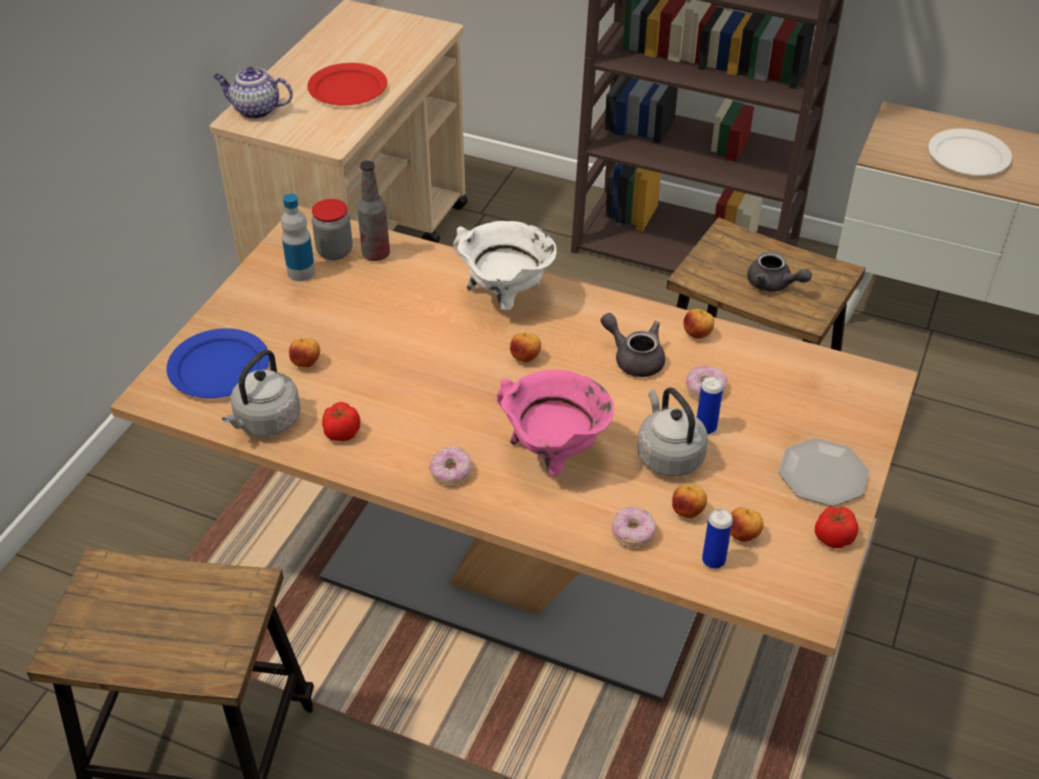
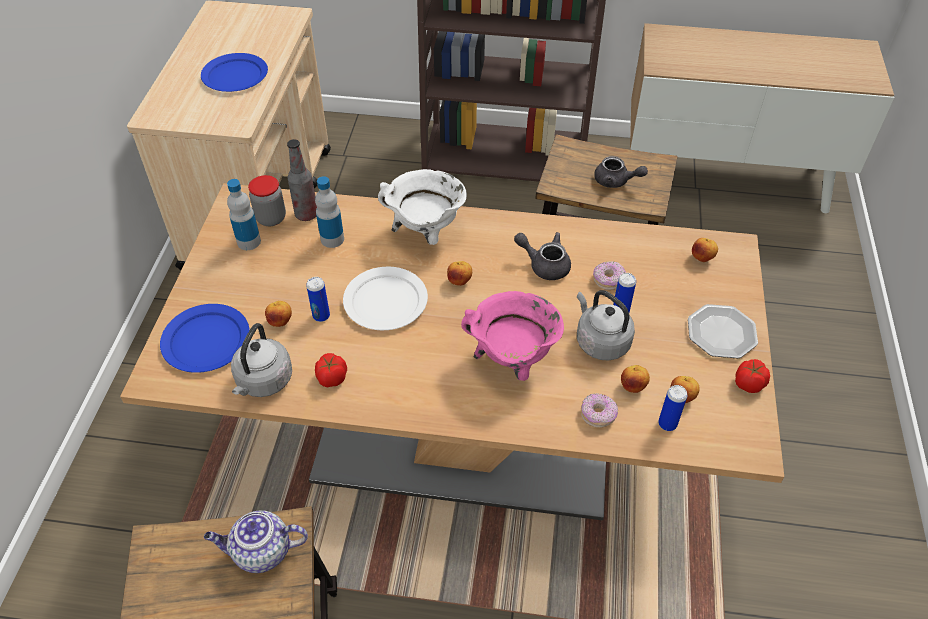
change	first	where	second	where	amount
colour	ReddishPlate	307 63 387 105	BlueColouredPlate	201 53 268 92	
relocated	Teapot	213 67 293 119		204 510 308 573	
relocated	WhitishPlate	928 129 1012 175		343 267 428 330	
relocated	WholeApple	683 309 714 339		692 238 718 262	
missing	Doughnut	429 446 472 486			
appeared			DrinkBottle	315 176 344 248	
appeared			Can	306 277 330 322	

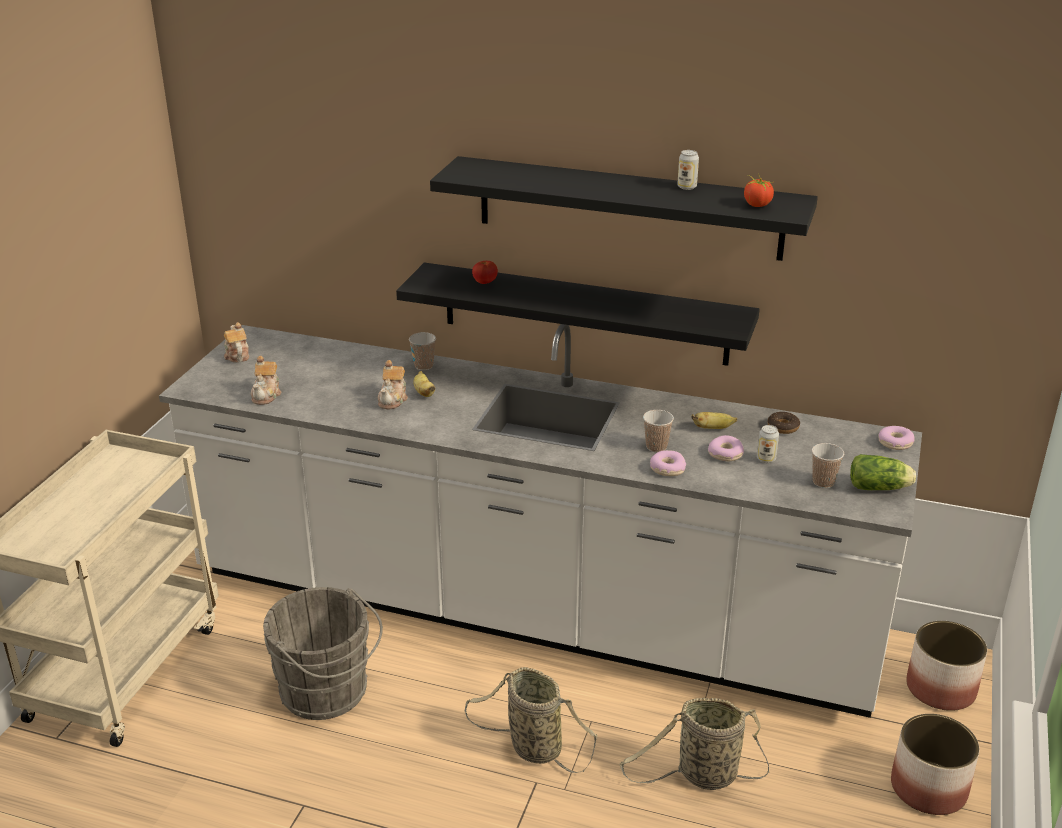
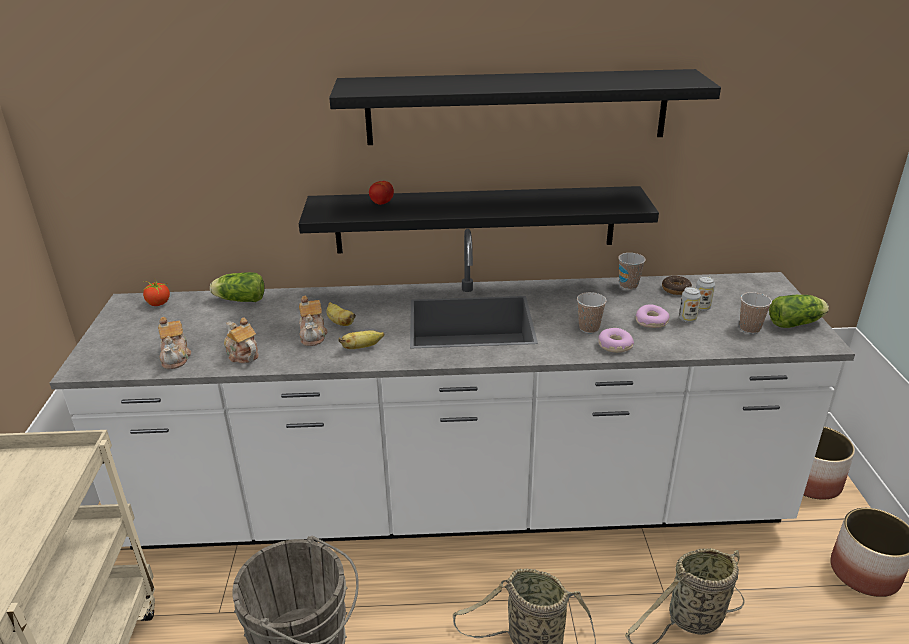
change	first	where	second	where	amount
relocated	Can	677 150 699 190		696 276 715 311	
relocated	WholeTomato	744 173 774 207		143 279 170 306	
relocated	Teapot	224 322 249 362		224 317 259 363	
relocated	DrinkingCup	409 332 436 370		618 253 646 290	
relocated	Banana	691 412 737 429		339 330 384 349	
missing	Doughnut	878 426 915 450			
appeared			HeadOfLettuce	210 272 265 302	

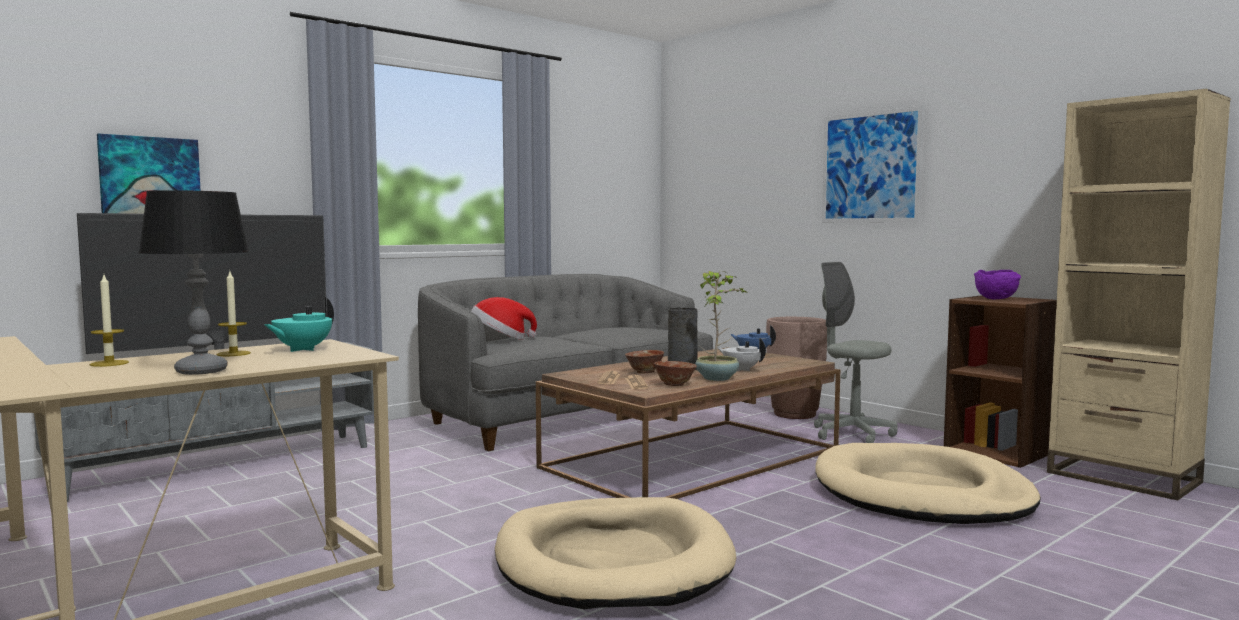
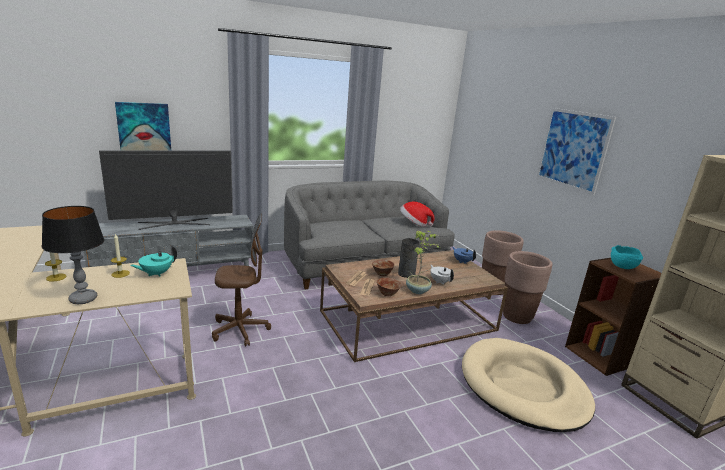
change	first	where	second	where	amount
exchanged	GreyComputerChair	814 262 898 443	BrownColouredPlanter	503 251 552 324	
colour	PurpleServingBowl	974 270 1021 299	TurquoiseServingBowl	611 245 643 269	
relocated	Hat	471 297 537 340		400 201 434 227	
missing	BeigePetBed	495 497 736 609			
appeared			BrownColouredComputerChair	212 214 271 346	

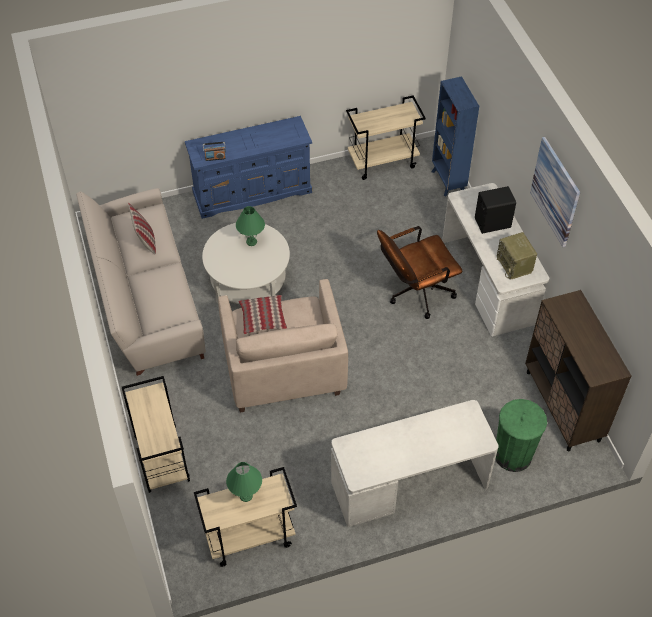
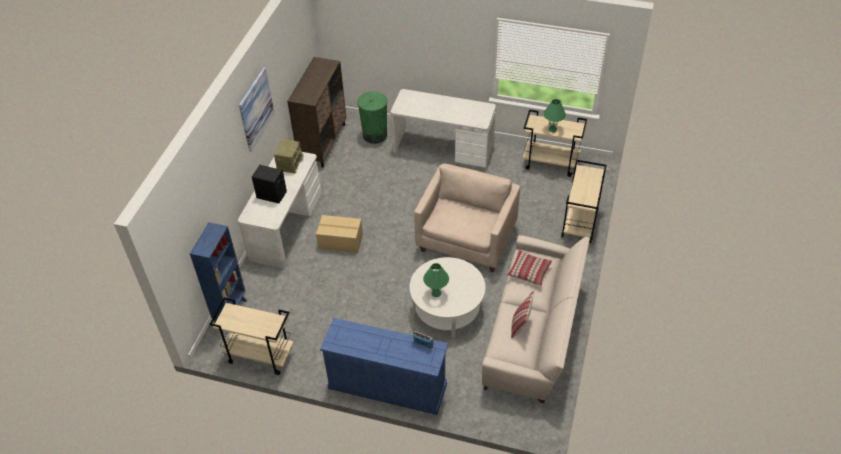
change	first	where	second	where	amount
exchanged	BrownColouredComputerChair	377 226 463 319	Carton	316 215 363 253	
relocated	ThrowPillow	238 295 287 334		507 250 552 286	

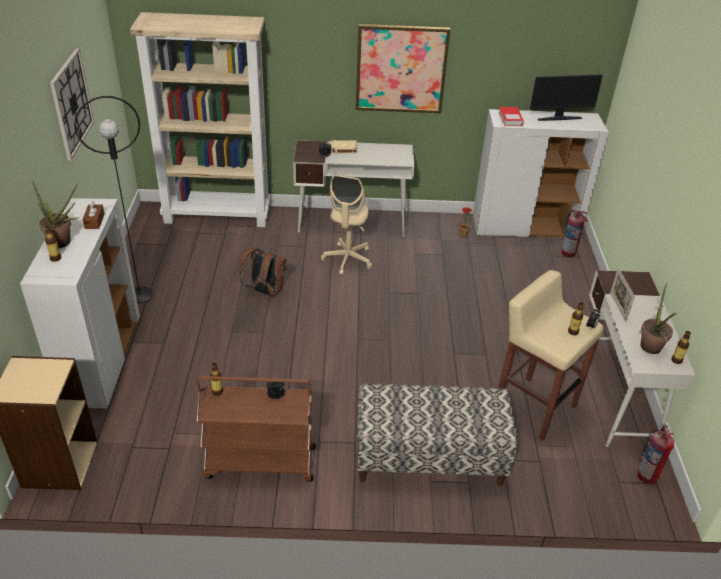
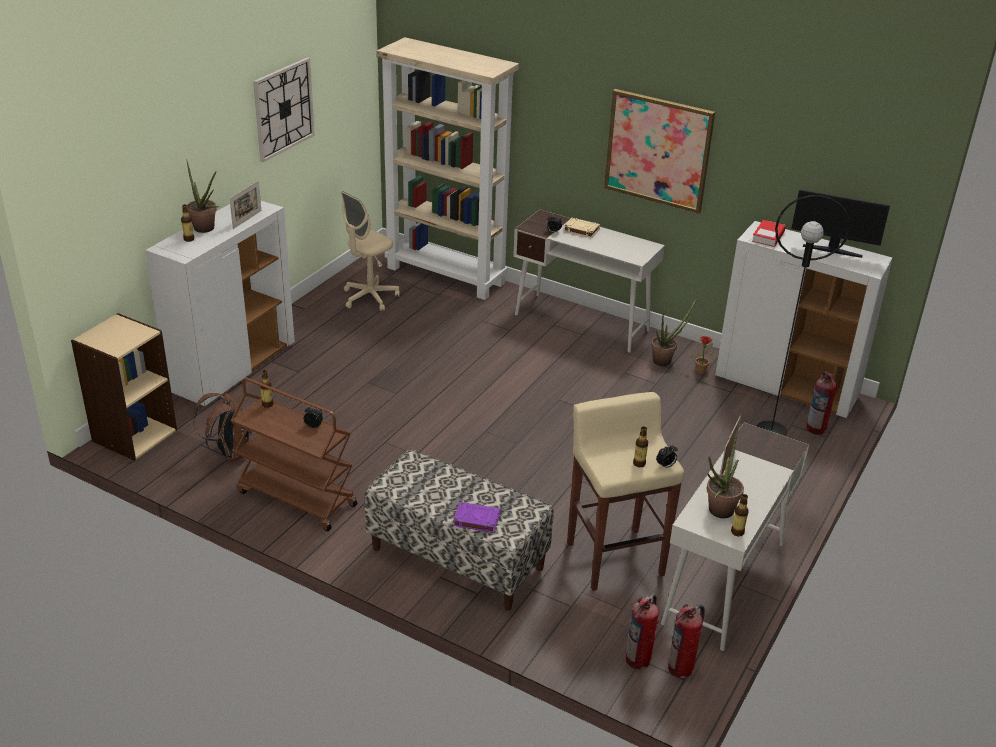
change	first	where	second	where	amount
relocated	BlackishFloorLamp	74 96 153 304		756 195 850 436	
relocated	BeigeComputerChair	321 174 372 275		341 191 400 311	
exchanged	BrownColouredTissueHolder	83 201 104 229	PictureFrame	229 181 261 229	
relocated	BrownColouredBackpack	239 247 288 296		193 393 252 462	
appeared			PottedPlant	651 298 697 366	
appeared			PurpleVolume	453 502 501 533	
appeared			FireExtinguisher	626 594 659 669	

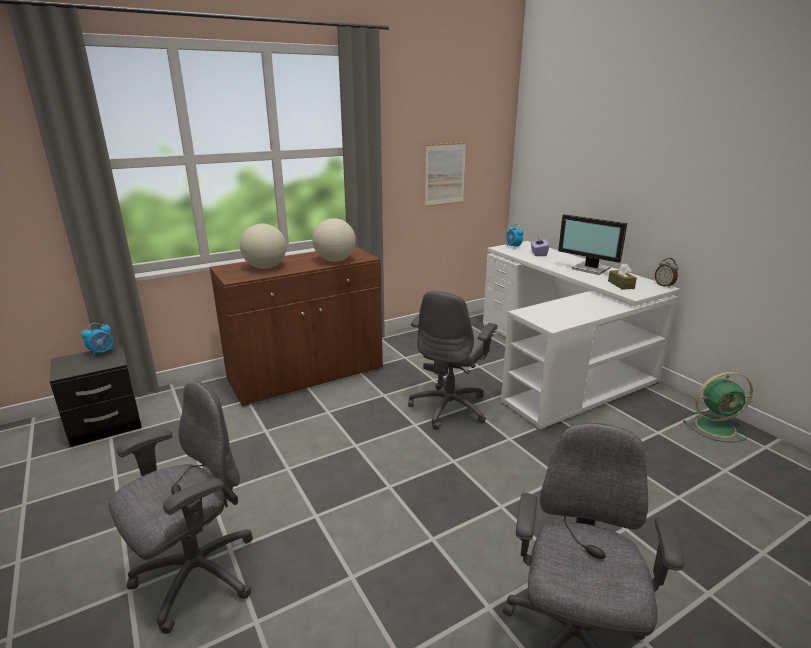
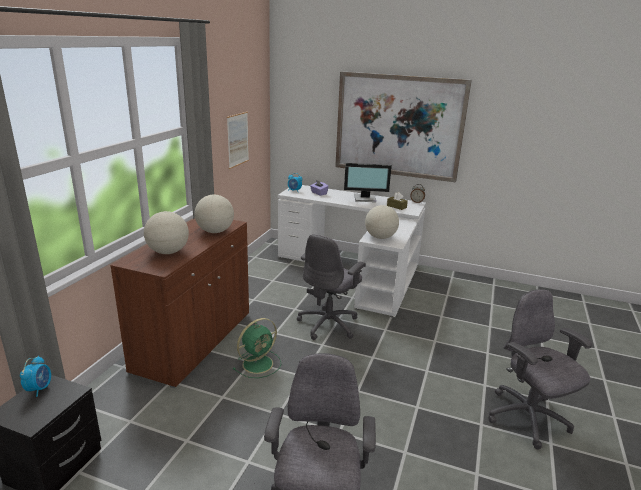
change	first	where	second	where	amount
spun	GreyComputerChair	408 291 497 430		297 234 366 340	45 degrees clockwise
relocated	GreenishFan	683 372 753 442		233 318 281 378	
appeared			WallPicture	335 72 472 182	
appeared			DeskGlobe	365 205 399 239	

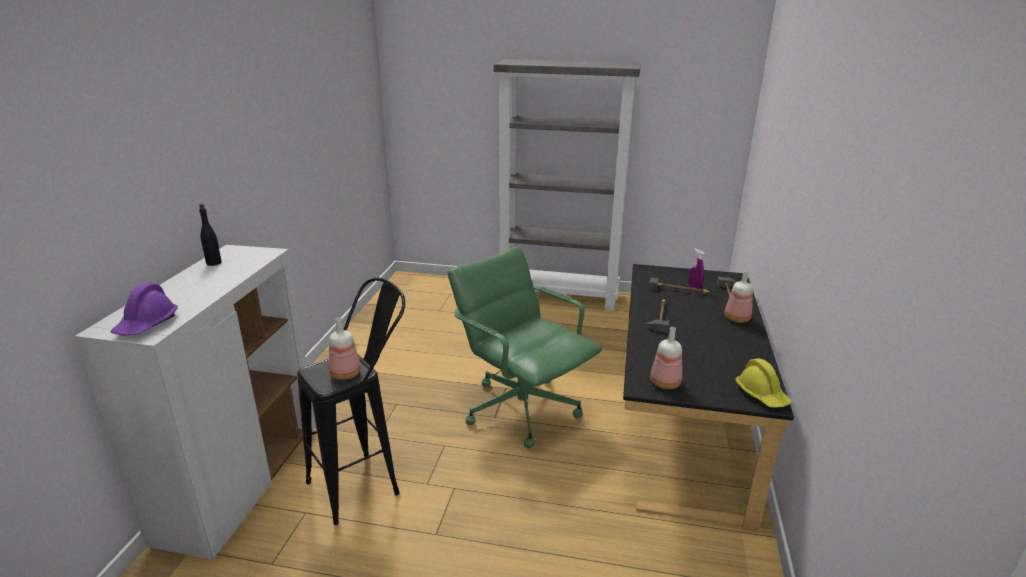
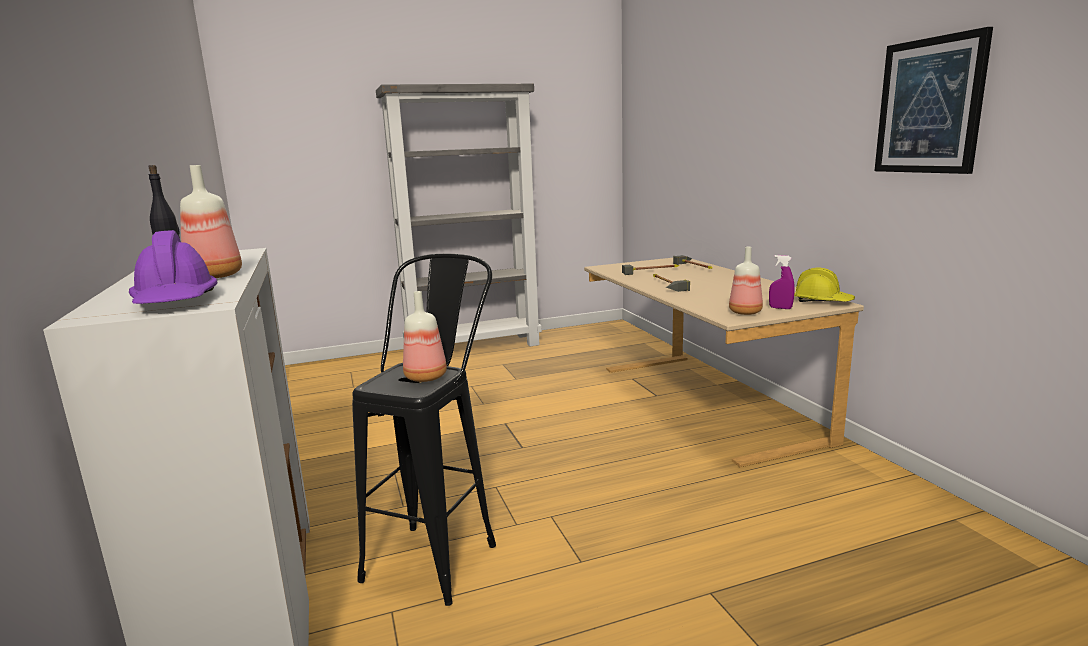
change	first	where	second	where	amount
missing	GreenishComputerChair	448 247 602 448			
relocated	PurpleHandSprayer	688 248 704 289		769 255 795 309	
colour	BlackishDeskTable	623 264 794 531	BeigeDeskTable	584 258 864 467	
relocated	DrinkBottle	725 270 753 323		180 165 242 278	
appeared			WallPicture	875 27 993 174	

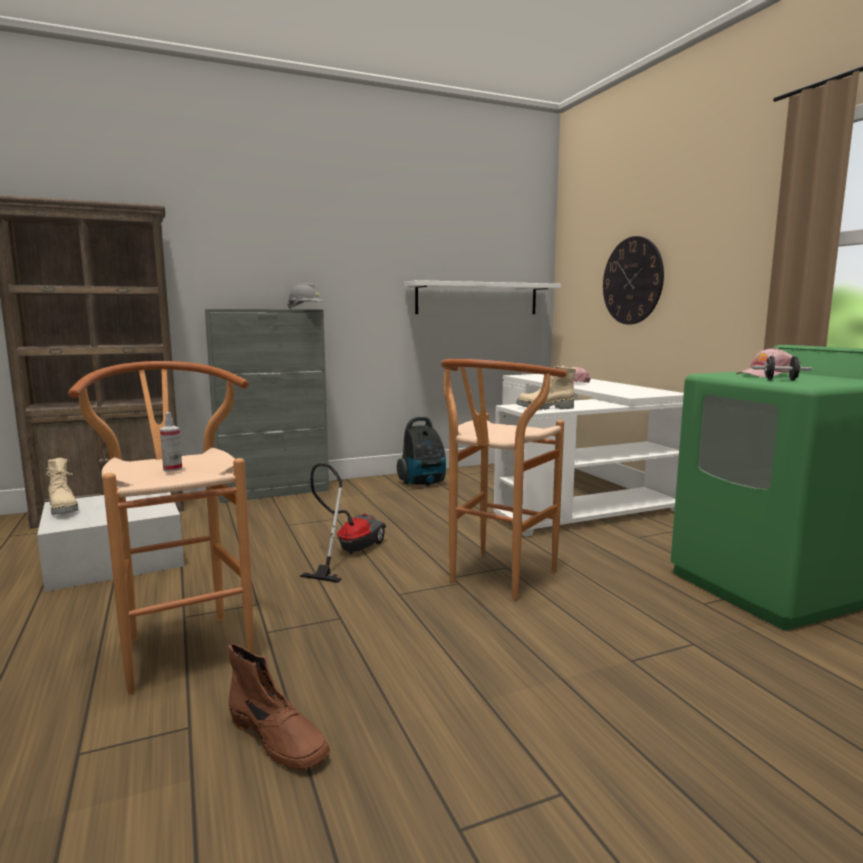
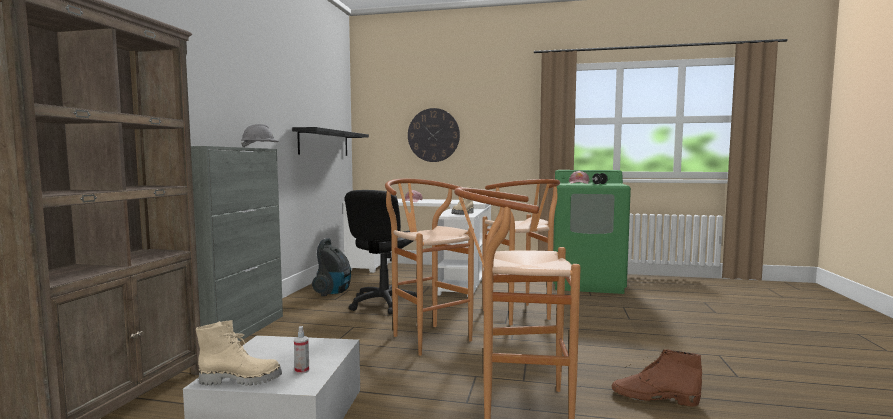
change	first	where	second	where	amount
colour	WhitishBracketShelf	404 280 561 314	BlackishBracketShelf	292 127 369 156	
relocated	HandSprayer	160 412 182 472		294 326 309 374	
exchanged	VacuumCleaner	300 463 386 583	BrownColouredStool	385 179 474 356	
spun	BrownColouredTallBoot	228 644 330 770		612 349 702 407	150 degrees counterclockwise
appeared			BlackishComputerChair	345 190 417 315	

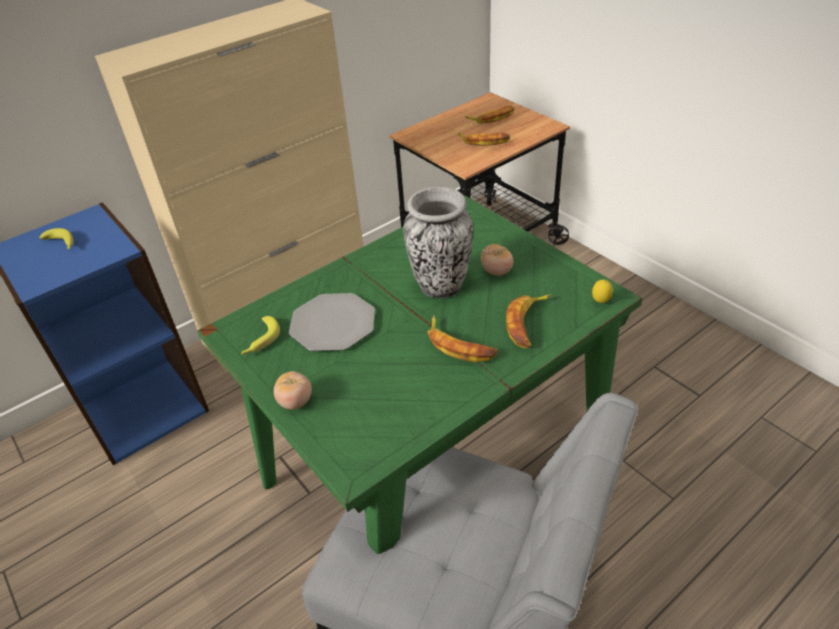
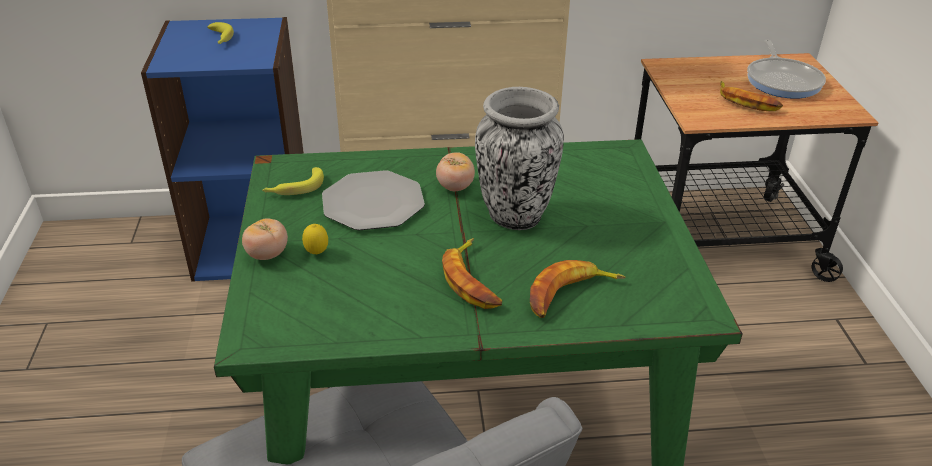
change	first	where	second	where	amount
exchanged	Banana	465 105 514 123	Skillet	747 39 826 99	
relocated	WholeTomato	481 244 513 276		436 152 475 191	
relocated	Lemon	592 279 613 303		302 224 328 254	

